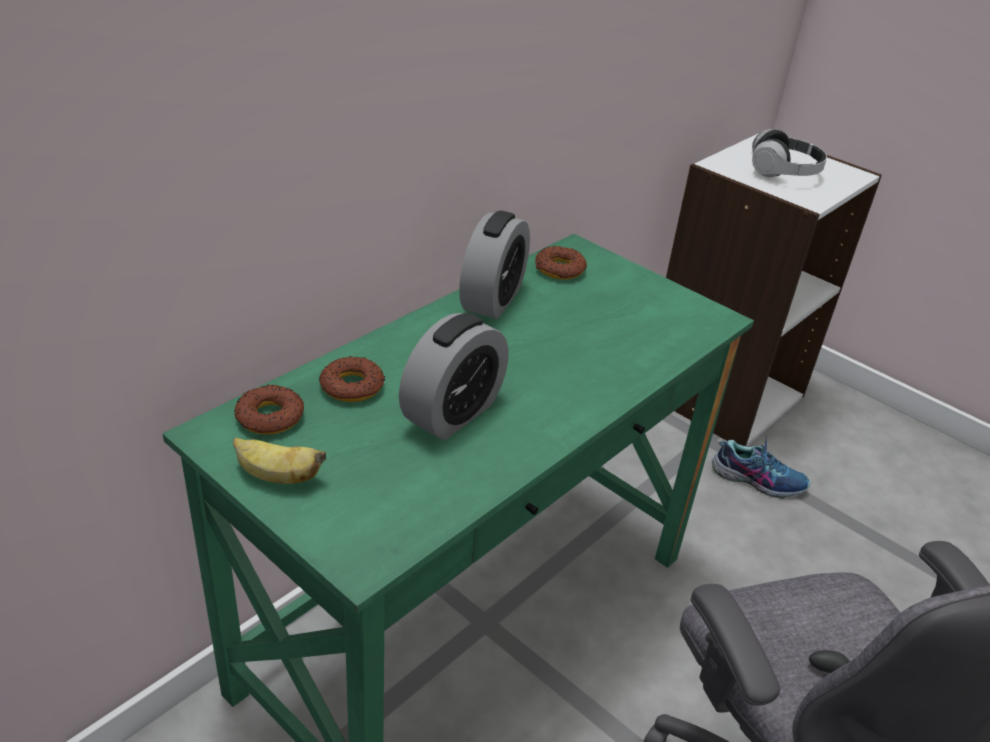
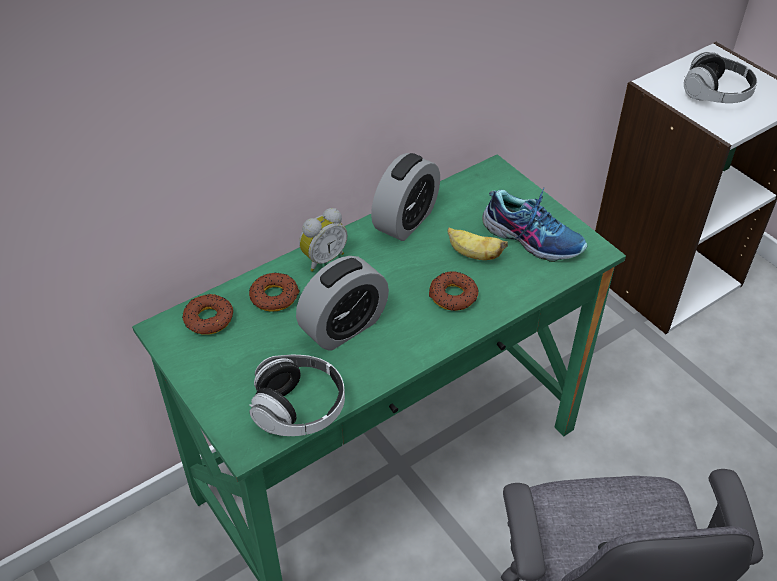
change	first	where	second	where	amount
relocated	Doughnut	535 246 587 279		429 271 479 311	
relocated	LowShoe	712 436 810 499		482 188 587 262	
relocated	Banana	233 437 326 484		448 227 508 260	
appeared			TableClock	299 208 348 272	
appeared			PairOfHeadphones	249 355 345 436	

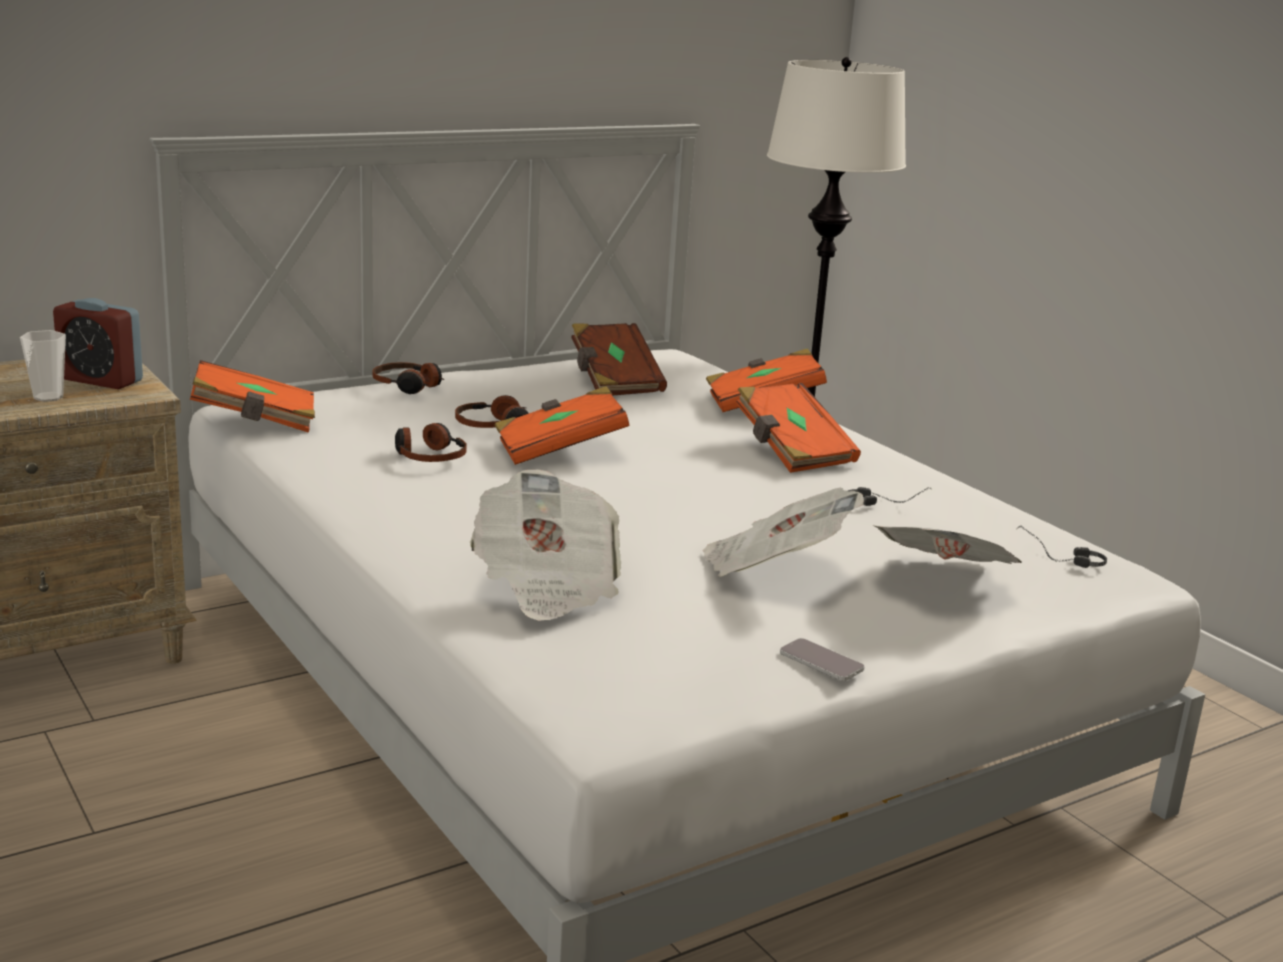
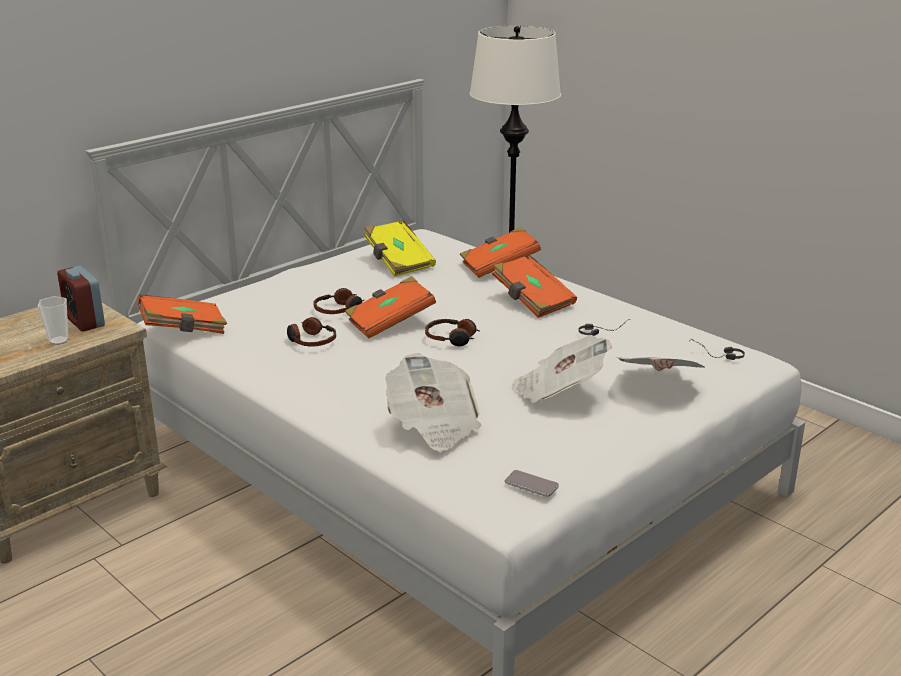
change	first	where	second	where	amount
spun	TableClock	53 298 143 389		57 266 105 332	45 degrees clockwise
colour	BrownColouredVolume	571 323 667 396	YellowColouredVolume	364 221 436 276	
relocated	PairOfHeadphones	372 362 444 394		425 319 479 347	
relocated	Phone	780 638 865 681		505 470 559 497	

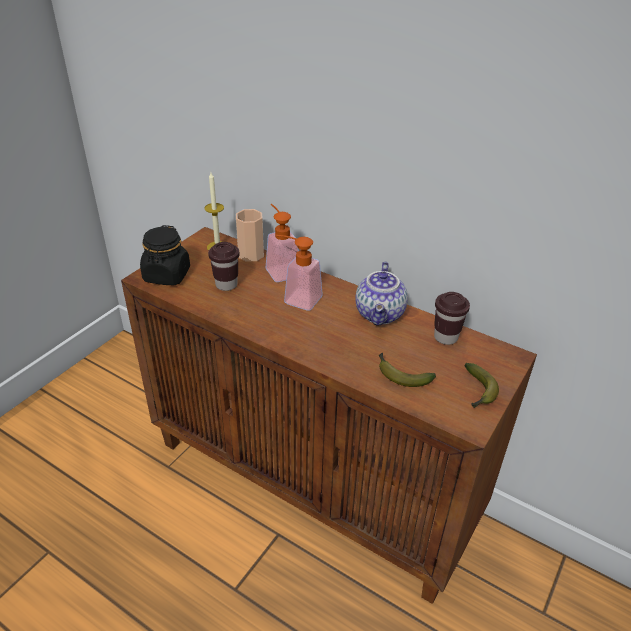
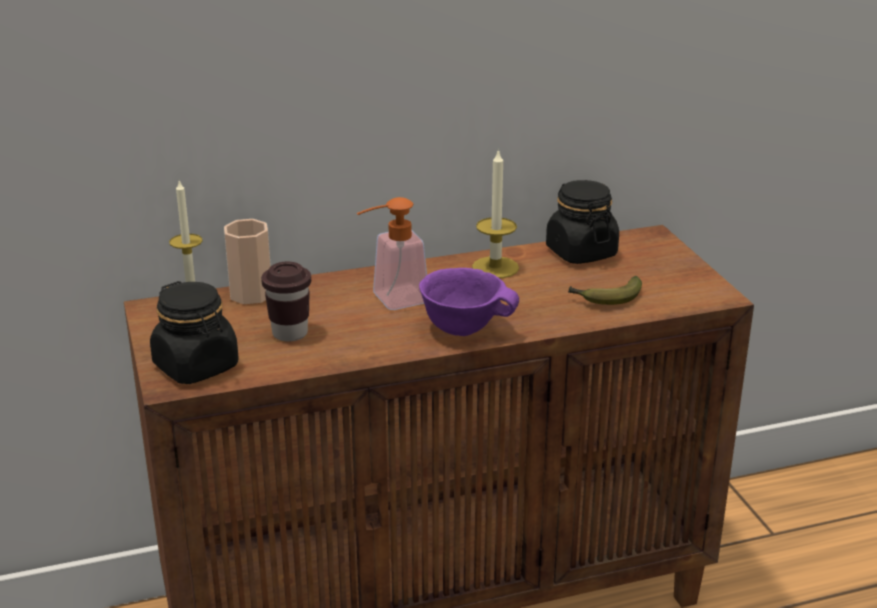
change	first	where	second	where	amount
missing	LiquidSoapBottle	266 204 299 282			
exchanged	Teapot	355 262 408 326	WaxLight	472 148 519 278	
exchanged	BrownColouredDrinkingCup	434 292 470 345	BlackishPreserveJar	546 180 619 264	
missing	Banana	465 363 499 408			
appeared			PurpleServingBowl	419 268 519 336	

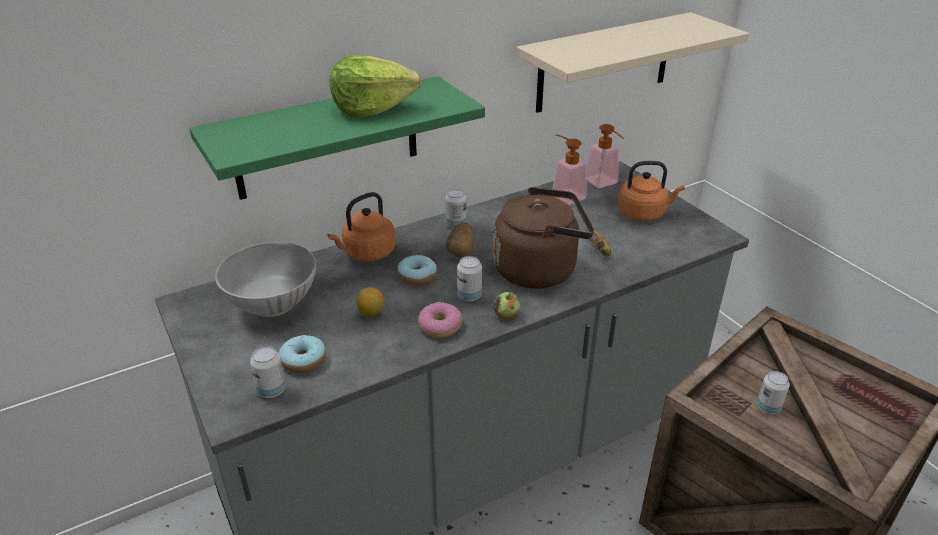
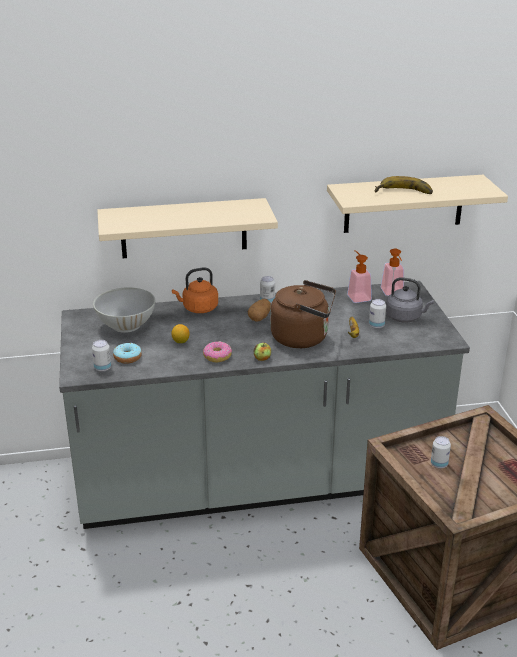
change	first	where	second	where	amount
missing	HeadOfLettuce	330 55 421 117			
colour	GreenishBracketShelf	189 77 485 200	BeigeBracketShelf	97 198 278 258	
colour	OrangeTeaKettle	618 161 685 221	GreyTeaKettle	386 277 434 323	
missing	Doughnut	397 255 437 285			
relocated	Can	457 256 482 302		369 299 386 329	
appeared			Banana	375 176 433 194	

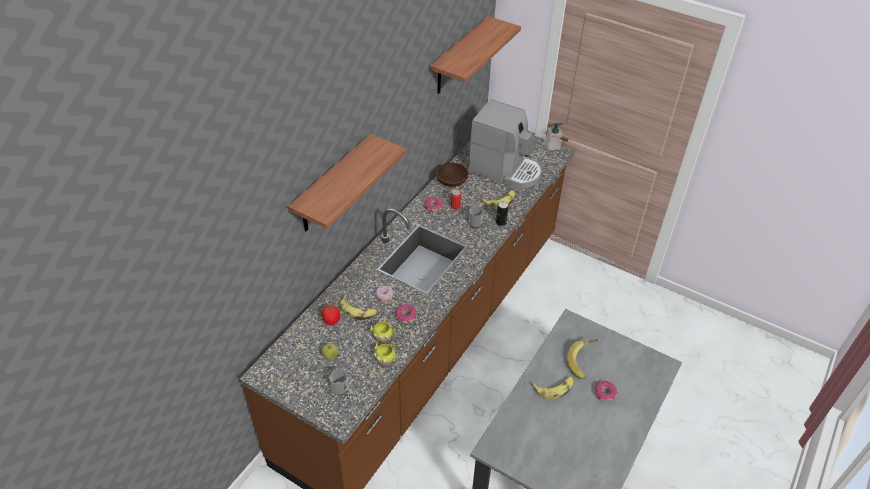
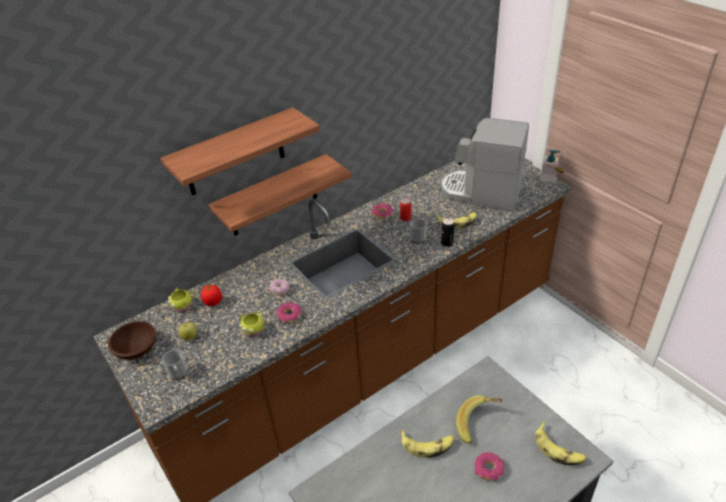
change	first	where	second	where	amount
relocated	BracketShelf	430 16 521 94		209 154 352 236	
spun	CoffeeMaker	469 99 542 189		441 118 529 211	150 degrees clockwise
relocated	BrownColouredServingBowl	436 163 469 187		108 321 156 359	
relocated	Banana	340 295 378 320		535 422 587 465	
relocated	YellowColouredMug	373 342 396 365		168 288 196 312	

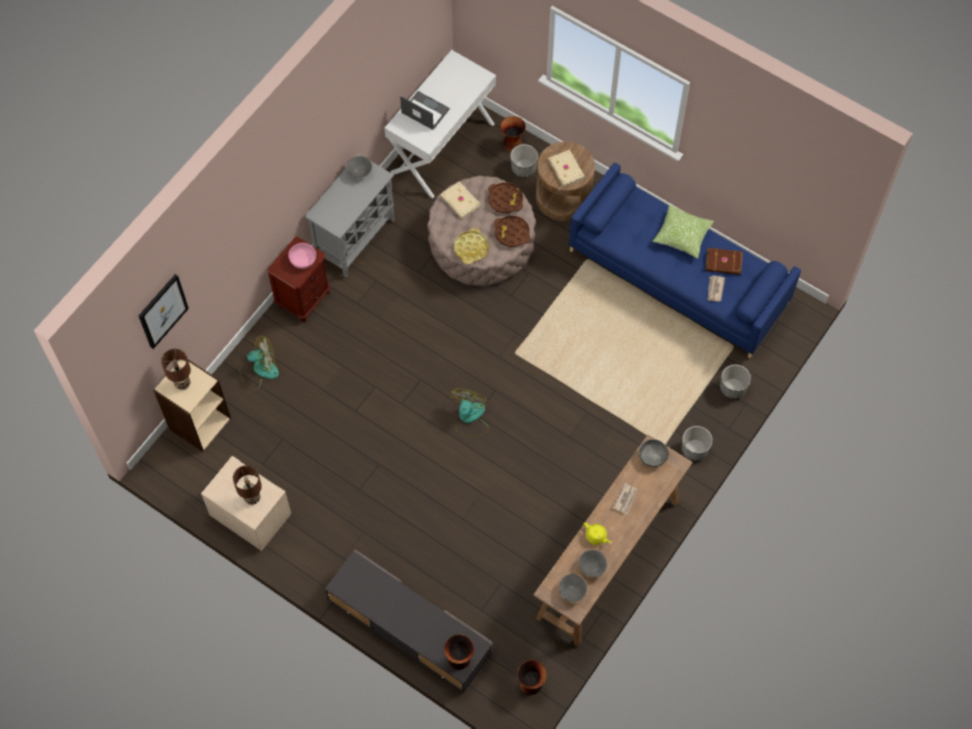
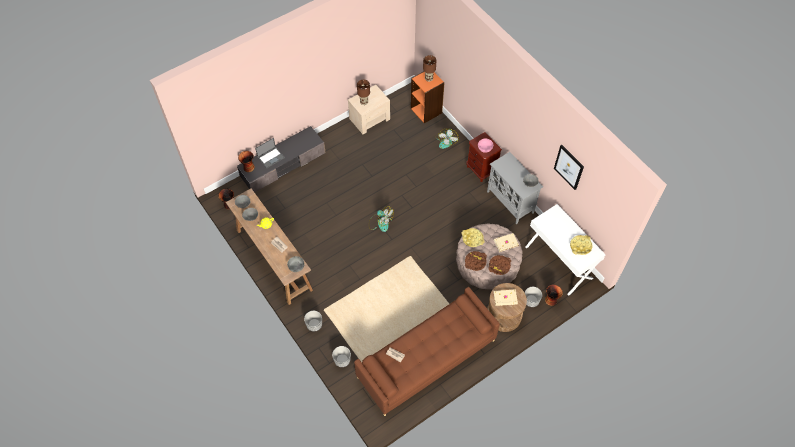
change	first	where	second	where	amount
relocated	Laptop	400 91 450 130		255 138 285 169	
colour	BlueColouredSettee	569 162 801 358	BrownColouredSettee	354 287 500 416	
missing	ThrowPillow	653 205 714 259			
missing	BrownColouredVolume	705 248 743 275			
relocated	WallPicture	138 274 189 349		554 145 584 190	
colour	BeigeBookshelf	153 360 231 452	OrangeBookshelf	411 71 444 123	
appeared			YellowColouredTray	570 235 593 255	

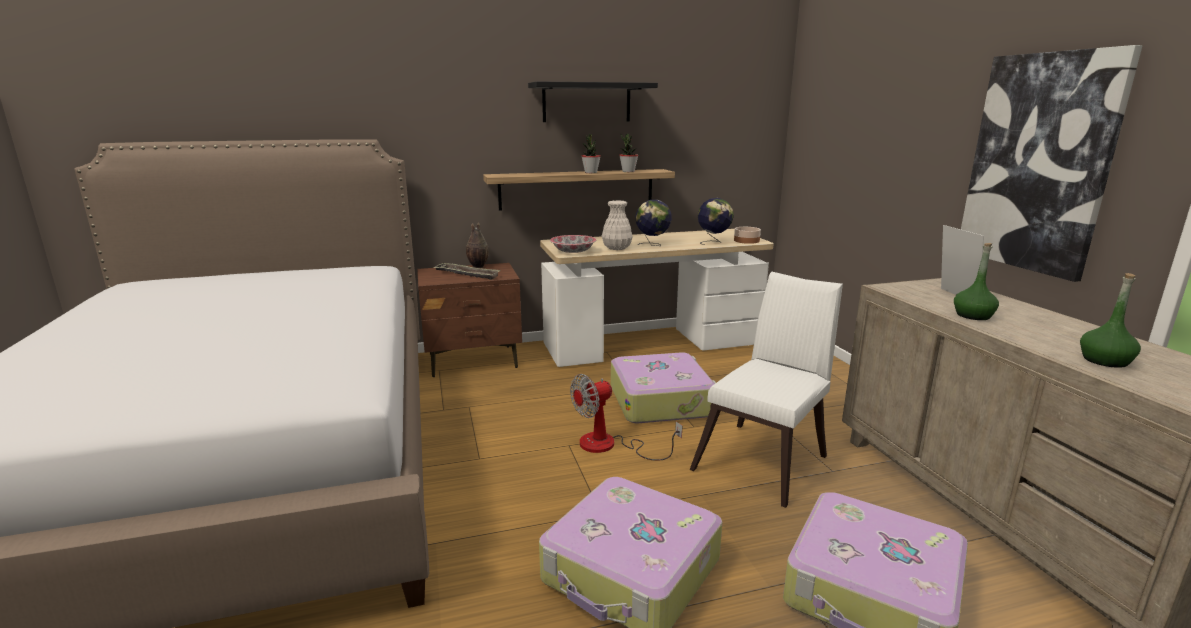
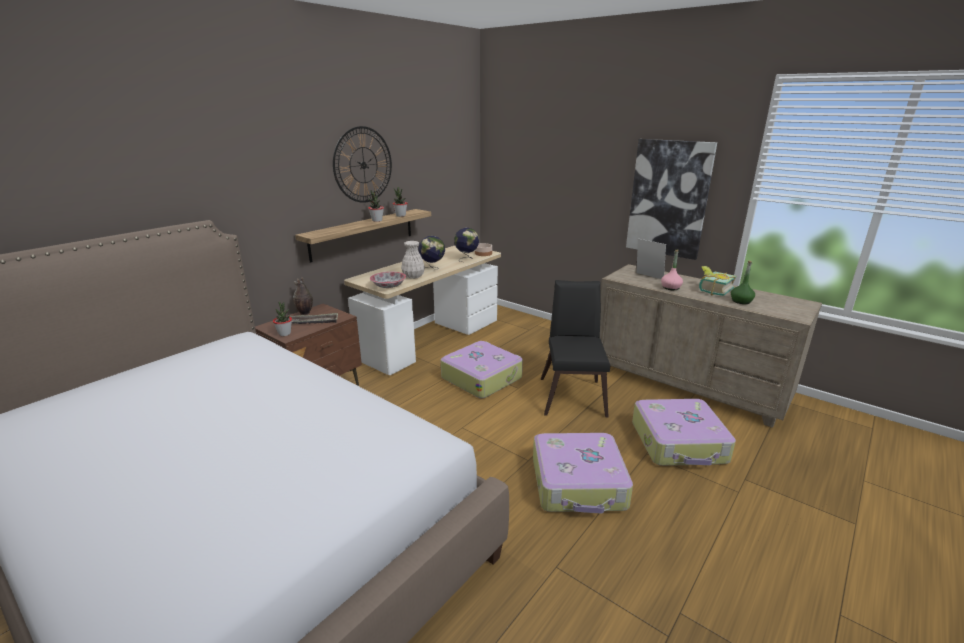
change	first	where	second	where	amount
exchanged	BlackishBracketShelf	528 81 658 122	ClockOnTheWall	333 126 392 203	
colour	GreenishDrinkBottle	954 243 999 320	PinkColouredDrinkBottle	661 250 683 290	
colour	WhitishPlainChair	690 272 843 508	BlackishPlainChair	541 280 610 417	
missing	Fan	570 374 683 461			
appeared			Volume	699 266 736 296	
appeared			PottedPlant	273 302 292 336	

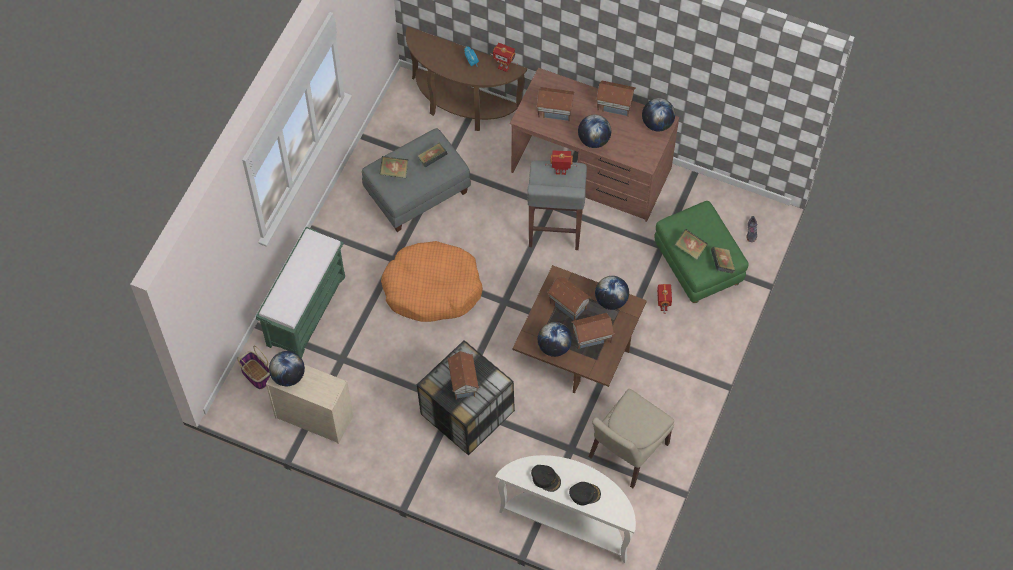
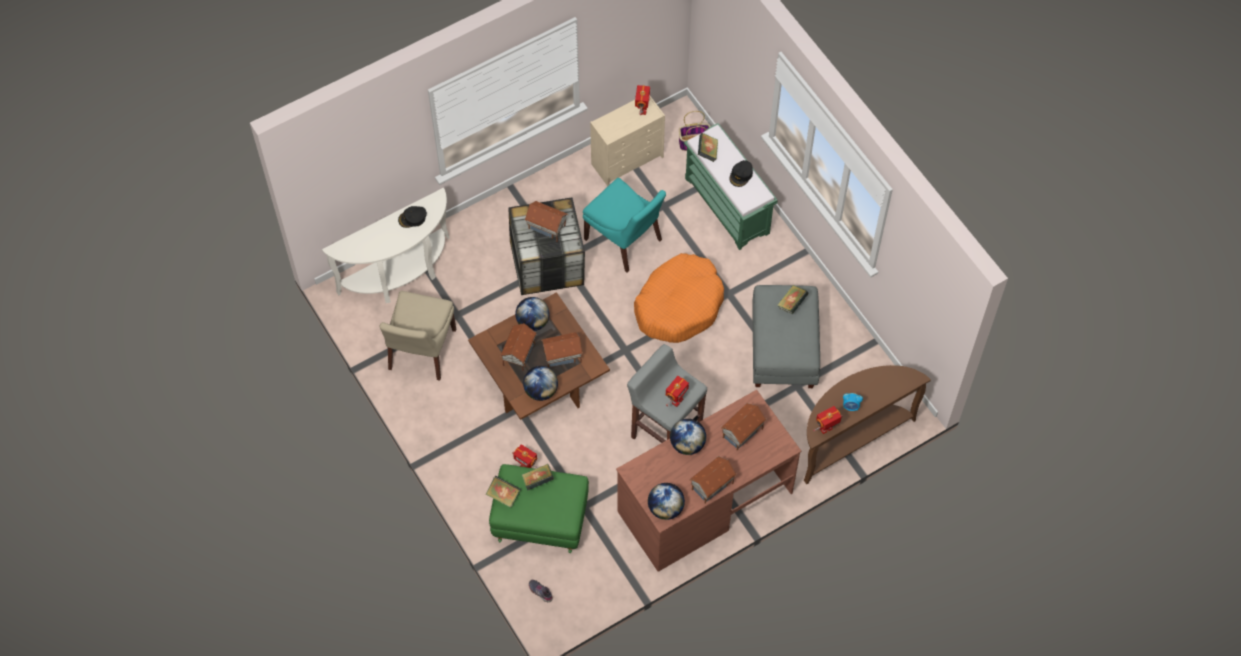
change	first	where	second	where	amount
relocated	Volume	418 143 447 168		698 133 718 162	
exchanged	DeskGlobe	269 351 305 386	ToyRobot	635 85 650 115	
spun	BeigePlainChair	588 389 674 488		380 291 456 381	150 degrees counterclockwise
relocated	BlackishPeakedCap	569 482 601 505		729 160 753 187	
appeared			TurquoisePlainChair	583 178 666 272	

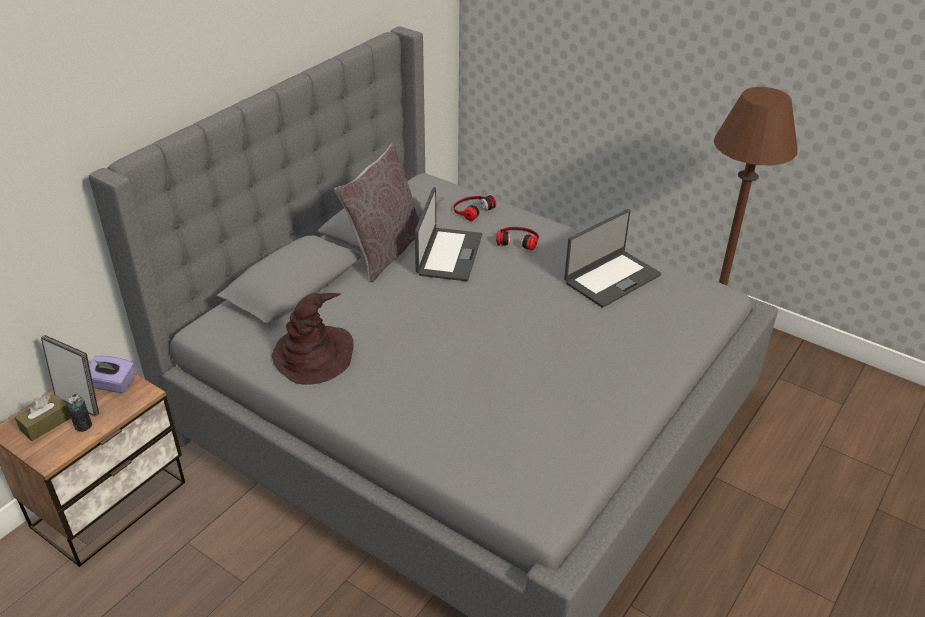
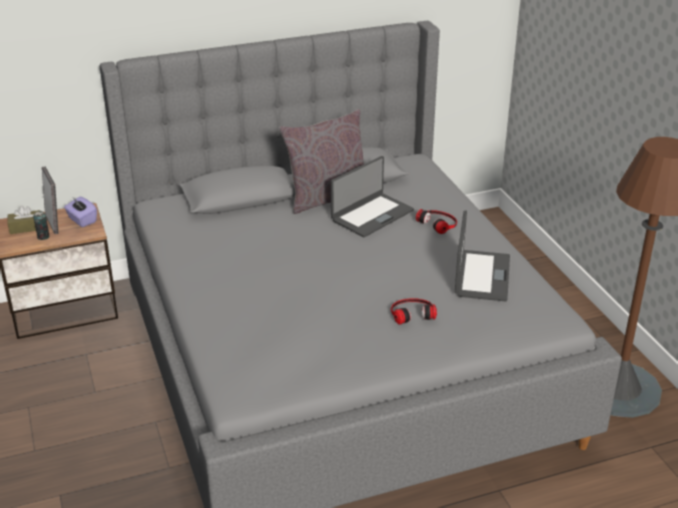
change	first	where	second	where	amount
relocated	PairOfHeadphones	453 195 496 221		391 298 437 325	
spun	Laptop	564 209 661 308		455 211 510 302	75 degrees counterclockwise
missing	BrownColouredHat	272 293 354 385			

